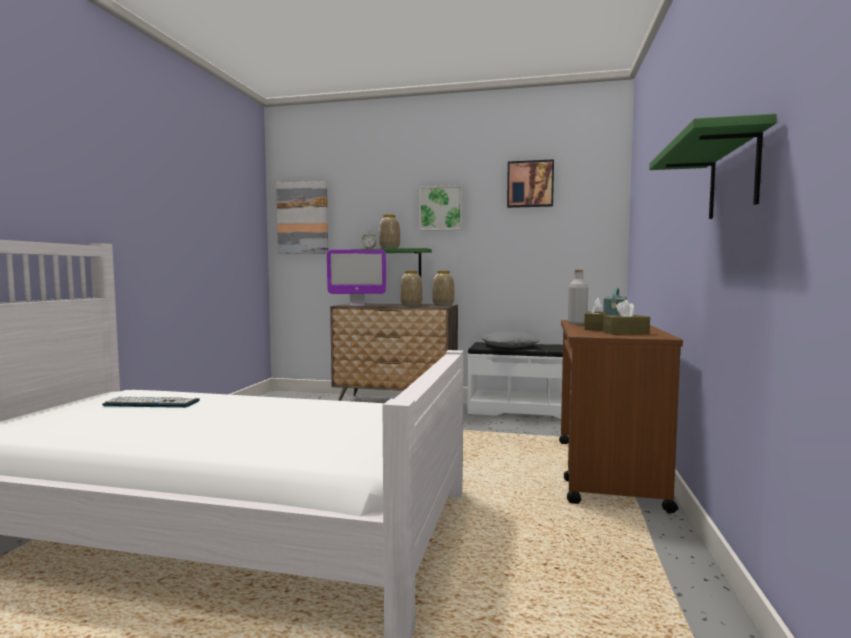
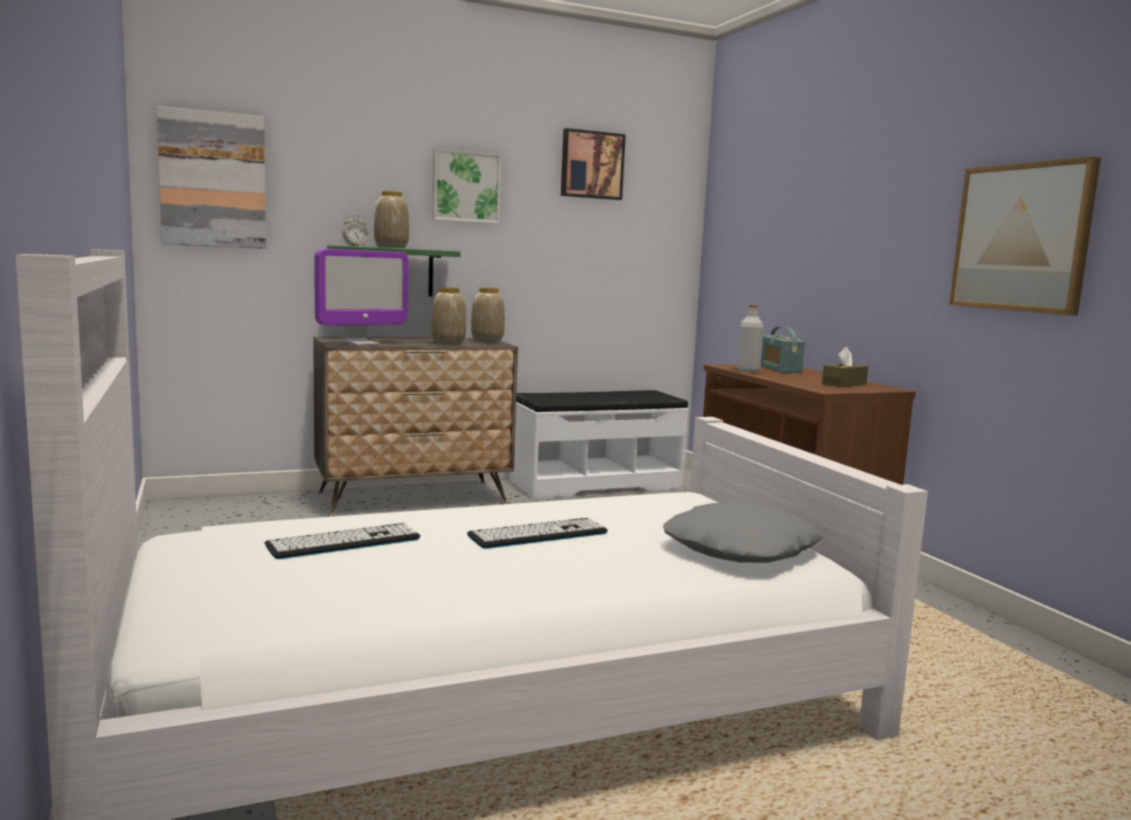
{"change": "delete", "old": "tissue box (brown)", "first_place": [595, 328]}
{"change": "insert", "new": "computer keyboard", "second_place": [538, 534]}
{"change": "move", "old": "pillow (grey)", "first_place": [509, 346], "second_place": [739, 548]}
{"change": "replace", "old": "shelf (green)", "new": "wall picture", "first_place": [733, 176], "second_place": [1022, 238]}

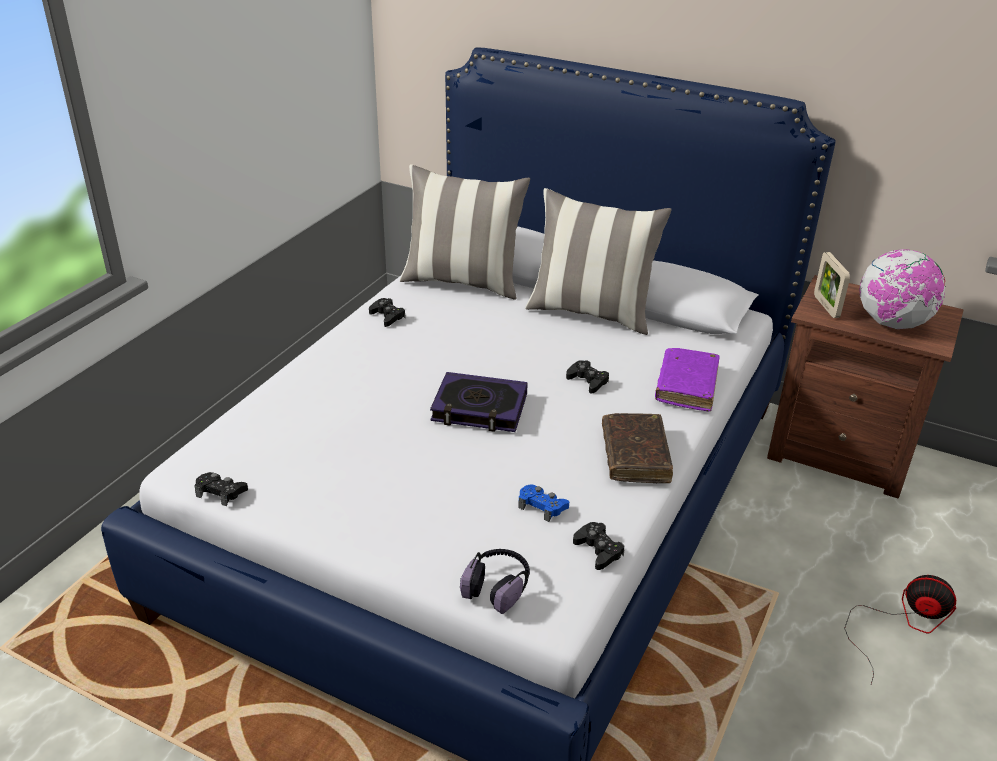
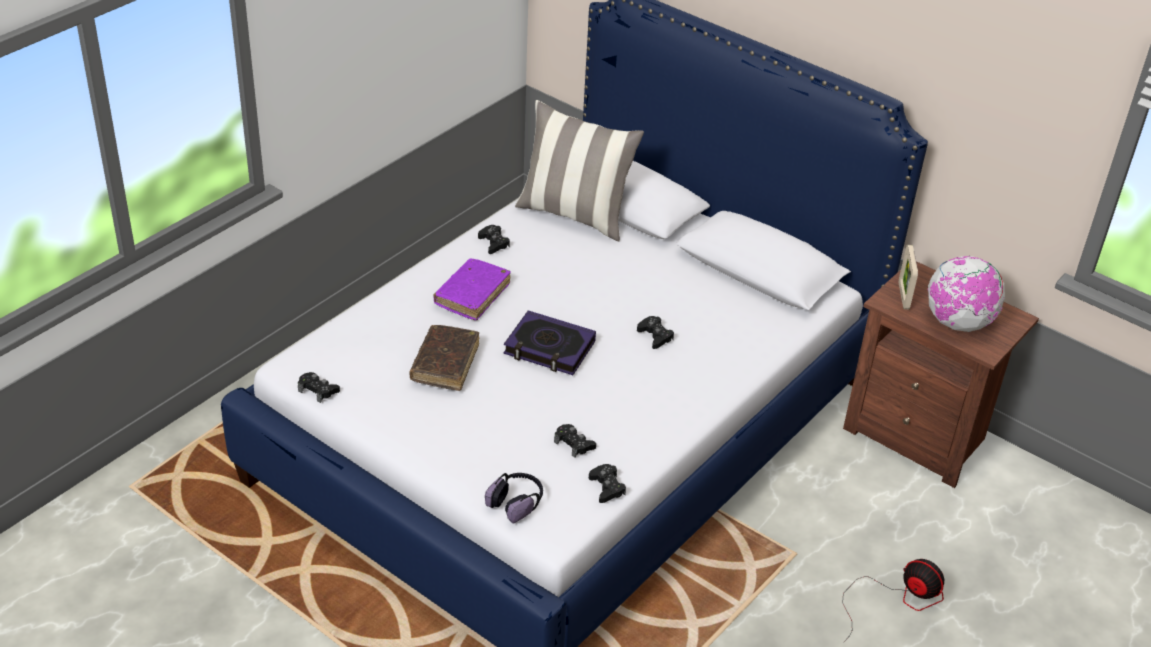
{"change": "delete", "old": "pillow", "first_place": [591, 313]}
{"change": "move", "old": "book (brown)", "first_place": [635, 456], "second_place": [445, 364]}
{"change": "move", "old": "book (purple)", "first_place": [686, 386], "second_place": [472, 295]}
{"change": "recolor", "old": "gamepad (blue-coloured)", "new": "gamepad (blackish)", "first_place": [542, 506], "second_place": [574, 444]}

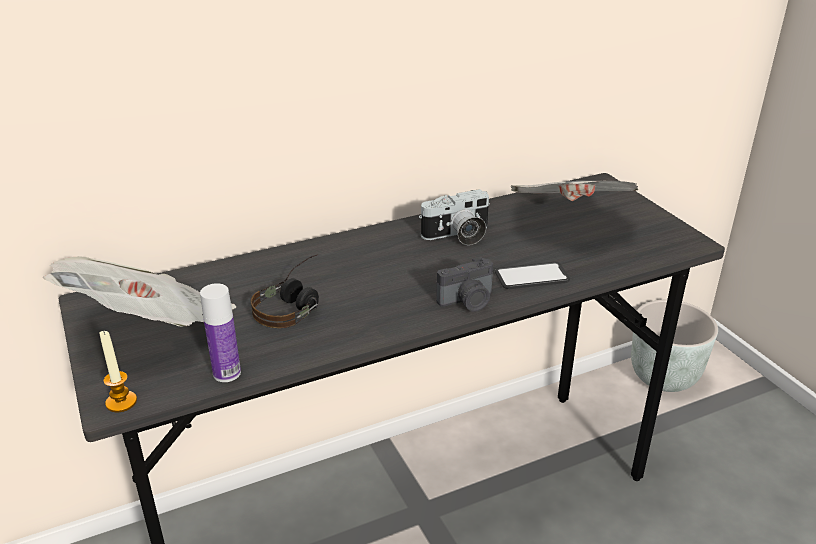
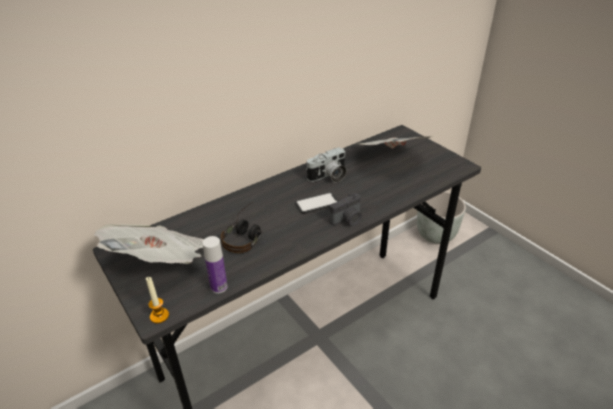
{"change": "move", "old": "telephone", "first_place": [531, 277], "second_place": [317, 203]}

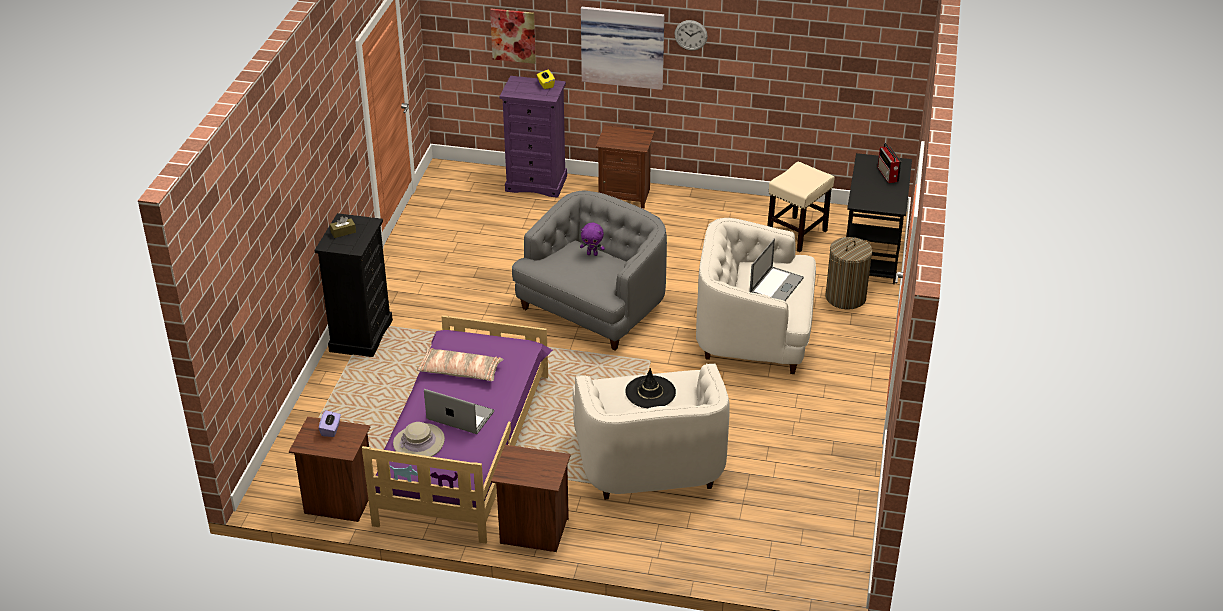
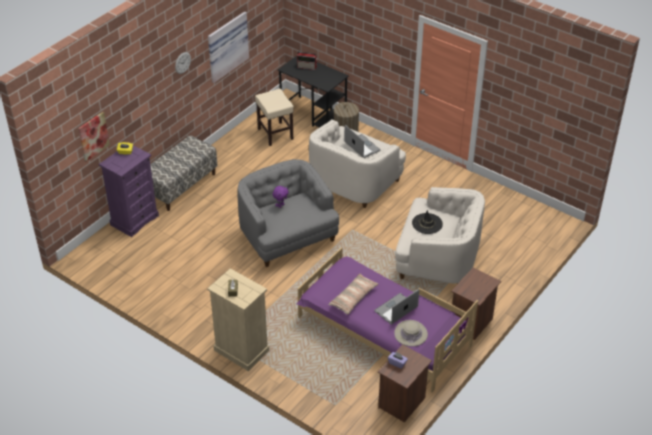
{"change": "move", "old": "wall picture", "first_place": [623, 46], "second_place": [226, 46]}
{"change": "replace", "old": "night table (brown)", "new": "long seat", "first_place": [625, 195], "second_place": [181, 186]}
{"change": "recolor", "old": "dresser (blackish)", "new": "dresser (beige-coloured)", "first_place": [361, 335], "second_place": [241, 350]}

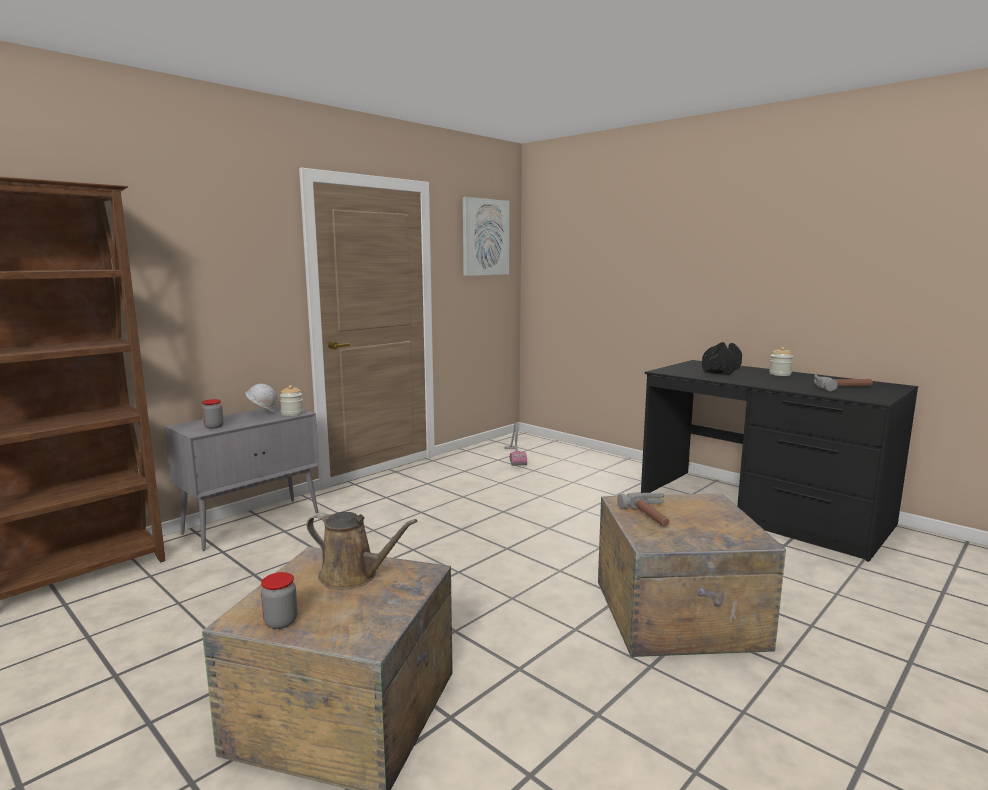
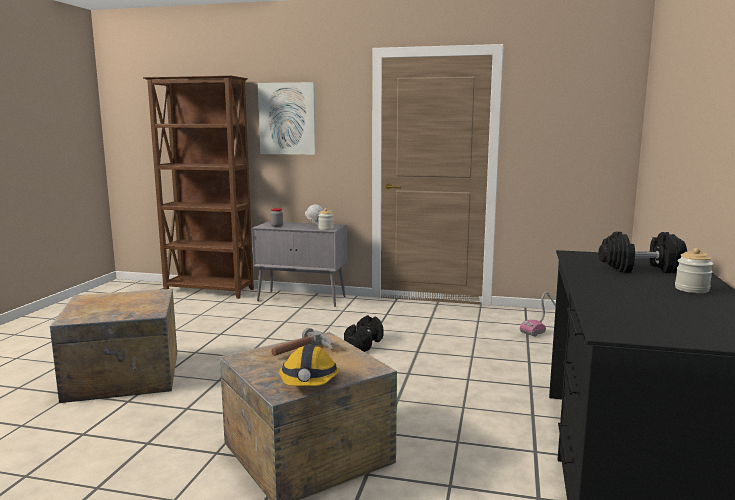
{"change": "delete", "old": "storage jar", "first_place": [281, 622]}
{"change": "delete", "old": "sprinkling can (brown)", "first_place": [353, 576]}
{"change": "delete", "old": "hammer", "first_place": [840, 387]}
{"change": "insert", "new": "work helmet", "second_place": [309, 381]}
{"change": "insert", "new": "hand weight (blackish)", "second_place": [364, 344]}
{"change": "move", "old": "wall picture", "first_place": [485, 237], "second_place": [287, 119]}

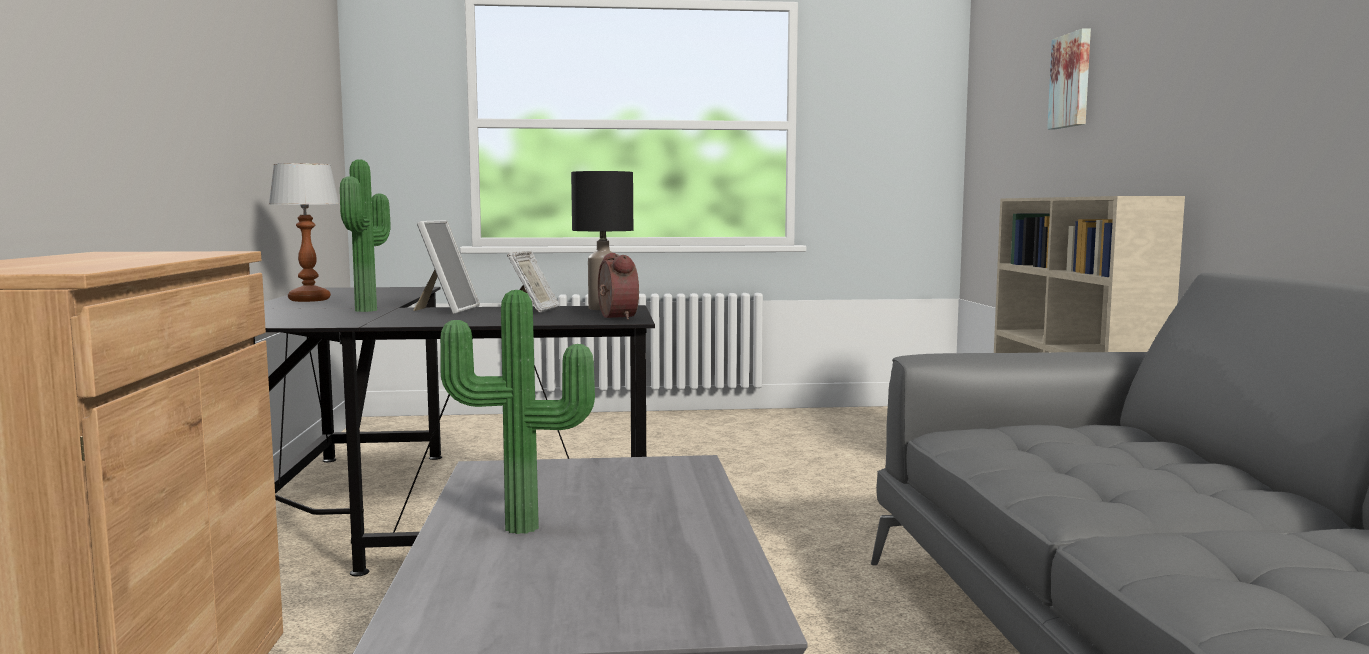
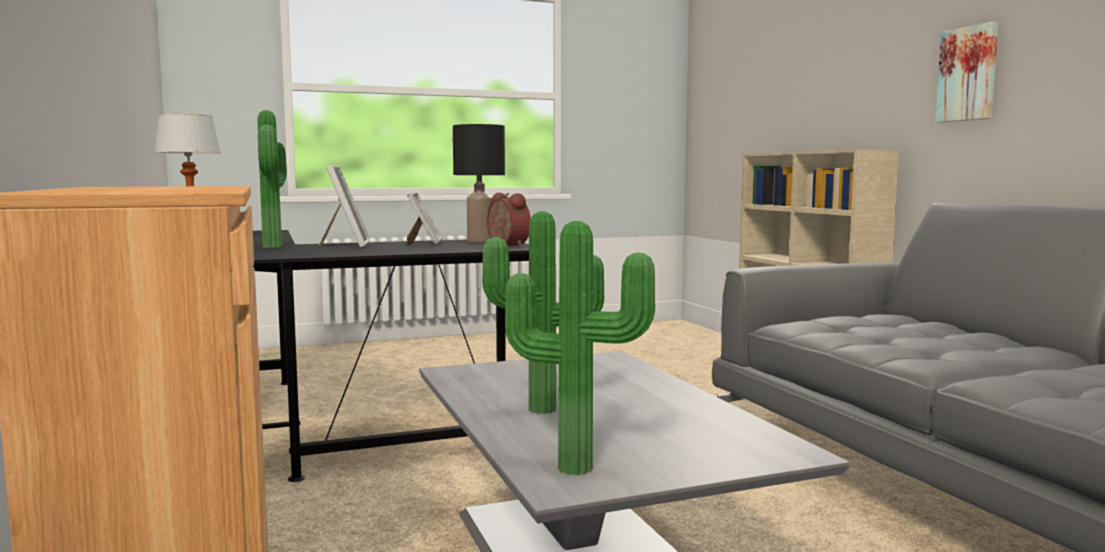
{"change": "insert", "new": "plant in a pot", "second_place": [576, 466]}
{"change": "move", "old": "wall picture", "first_place": [1072, 80], "second_place": [969, 74]}

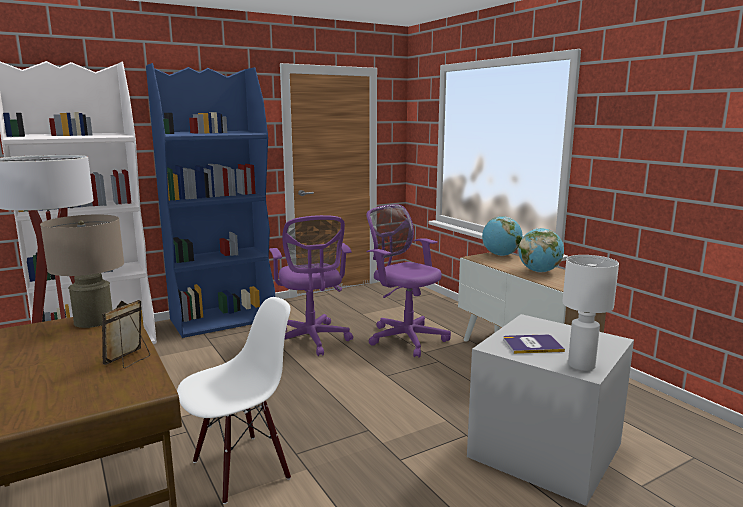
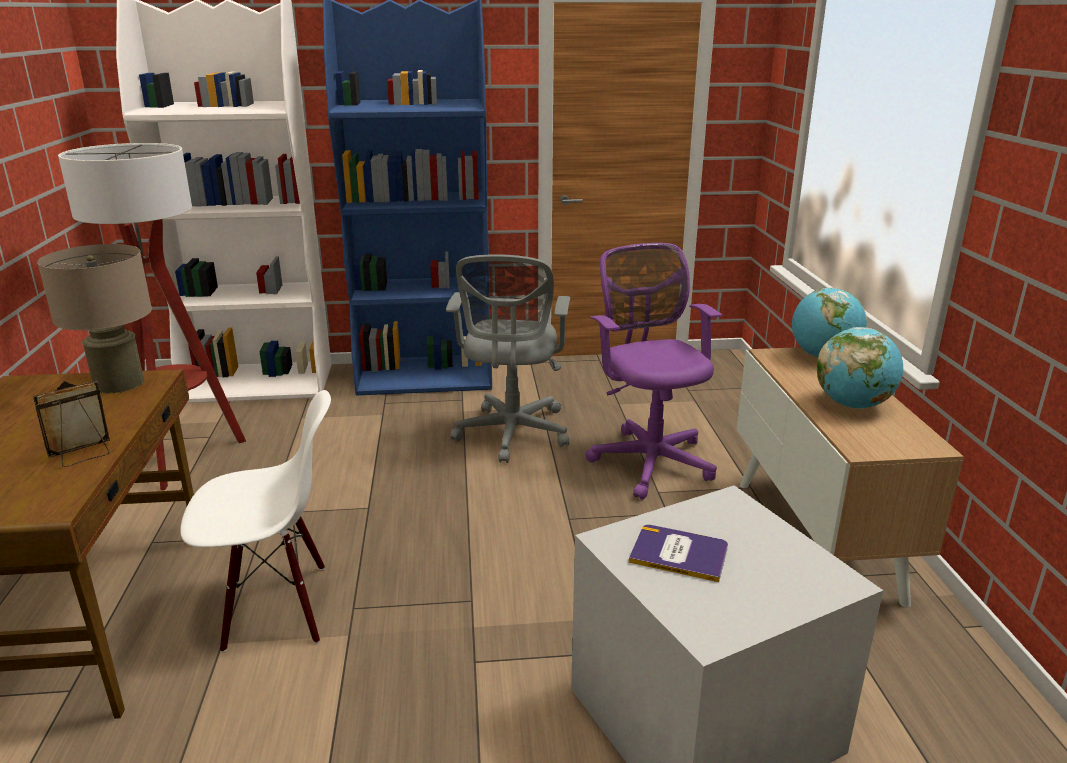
{"change": "delete", "old": "table lamp (white-coloured)", "first_place": [580, 365]}
{"change": "recolor", "old": "office chair (purple)", "new": "office chair (grey)", "first_place": [312, 341], "second_place": [512, 435]}

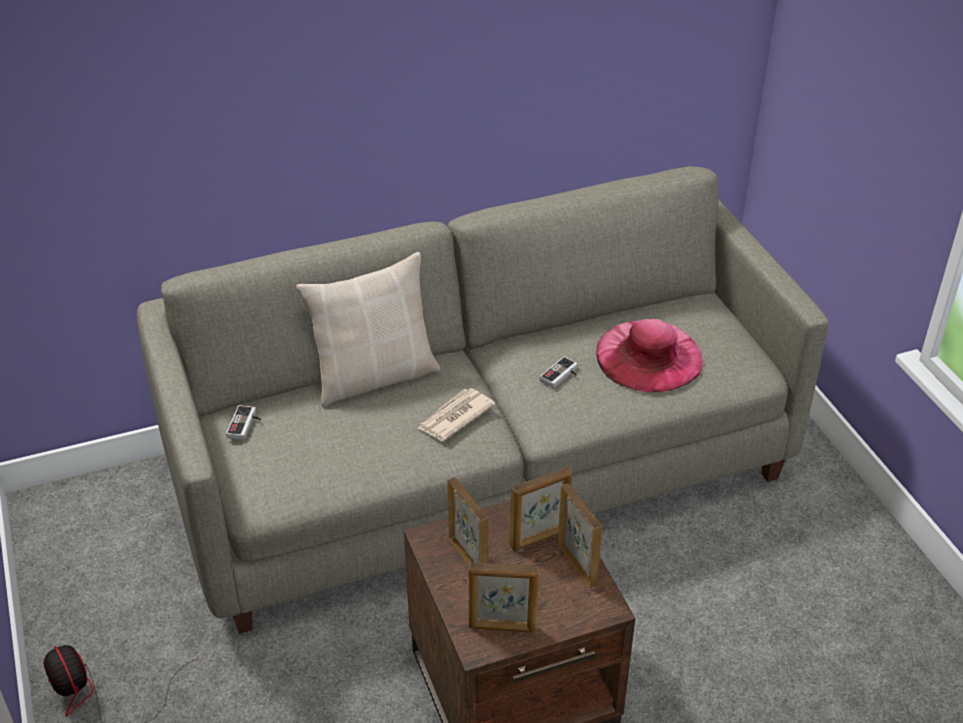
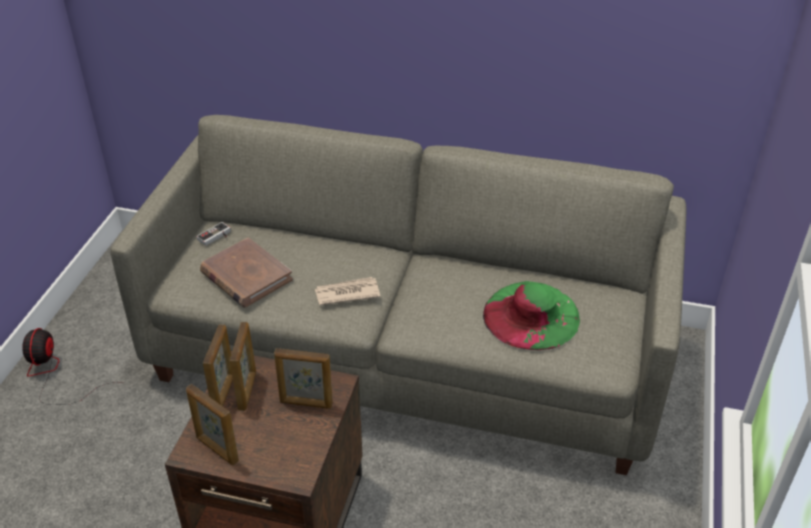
{"change": "delete", "old": "pillow (beige-coloured)", "first_place": [374, 376]}
{"change": "delete", "old": "gamepad", "first_place": [562, 376]}
{"change": "insert", "new": "book (brown)", "second_place": [246, 276]}
{"change": "move", "old": "photo frame", "first_place": [577, 564], "second_place": [224, 393]}
{"change": "recolor", "old": "clothing hat (pinkish)", "new": "clothing hat (green)", "first_place": [649, 356], "second_place": [531, 315]}

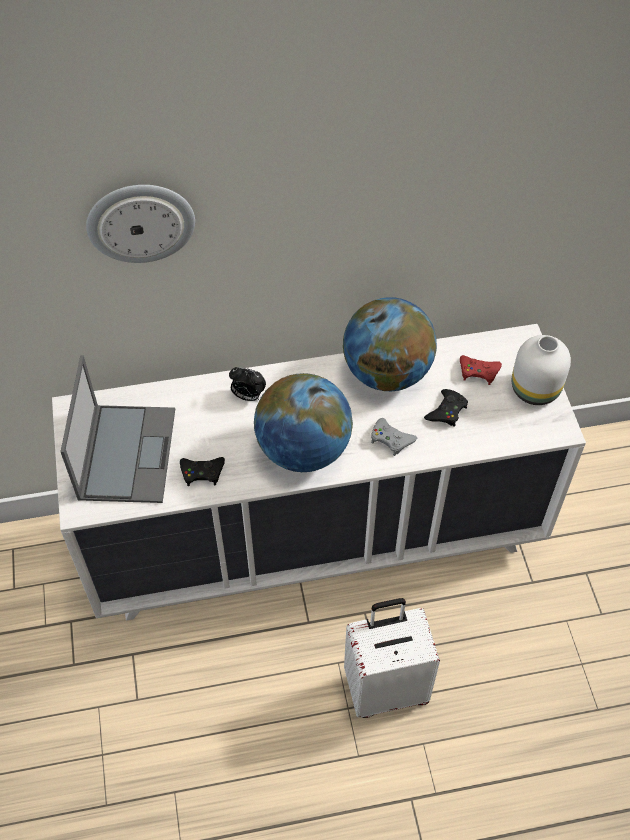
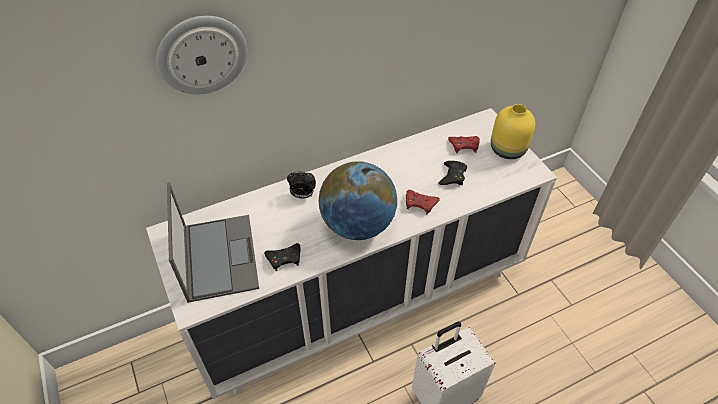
{"change": "delete", "old": "world globe", "first_place": [387, 372]}
{"change": "recolor", "old": "gamepad (grey)", "new": "gamepad (reddish)", "first_place": [391, 439], "second_place": [420, 203]}
{"change": "recolor", "old": "flower vase (white-coloured)", "new": "flower vase (yellow)", "first_place": [535, 388], "second_place": [507, 149]}

